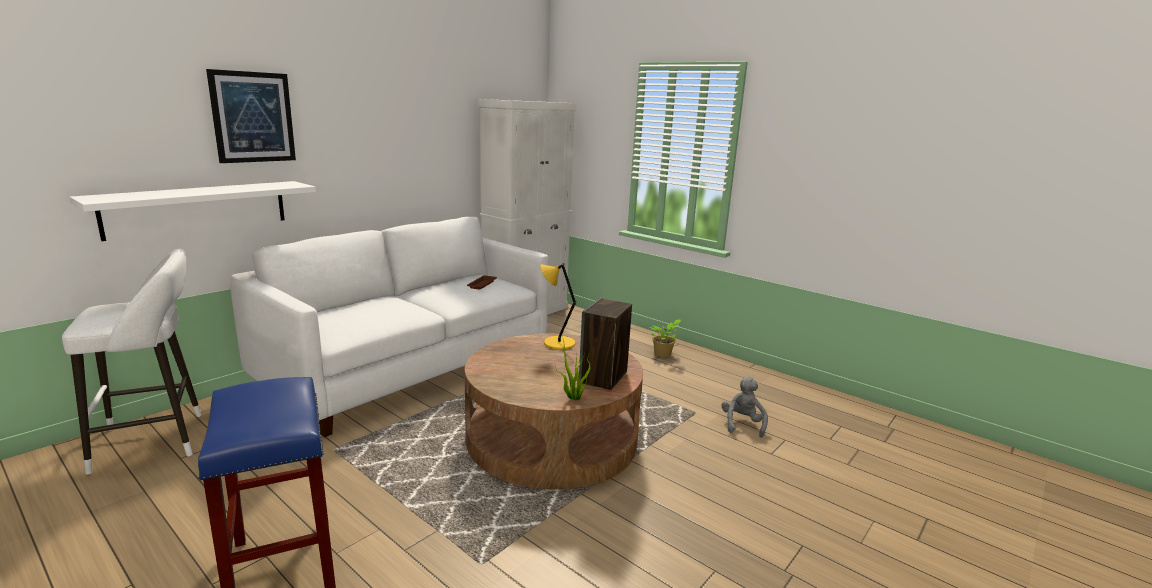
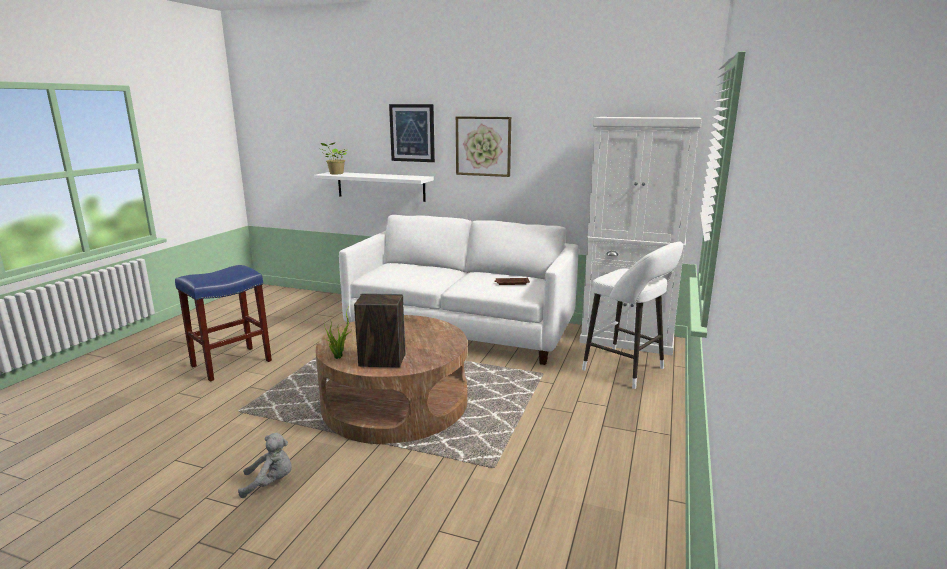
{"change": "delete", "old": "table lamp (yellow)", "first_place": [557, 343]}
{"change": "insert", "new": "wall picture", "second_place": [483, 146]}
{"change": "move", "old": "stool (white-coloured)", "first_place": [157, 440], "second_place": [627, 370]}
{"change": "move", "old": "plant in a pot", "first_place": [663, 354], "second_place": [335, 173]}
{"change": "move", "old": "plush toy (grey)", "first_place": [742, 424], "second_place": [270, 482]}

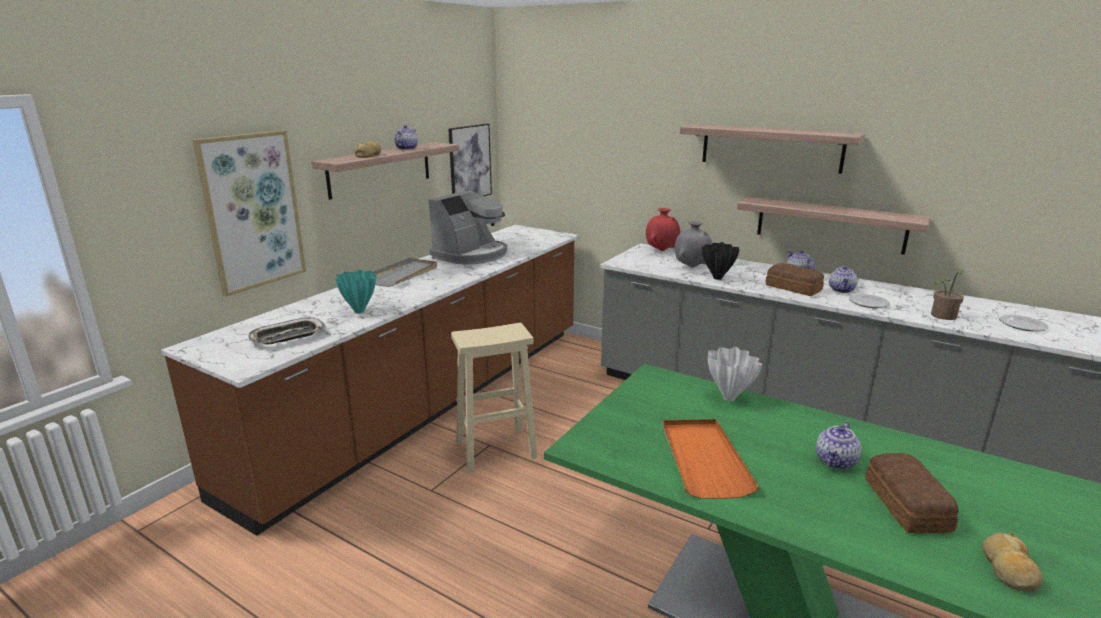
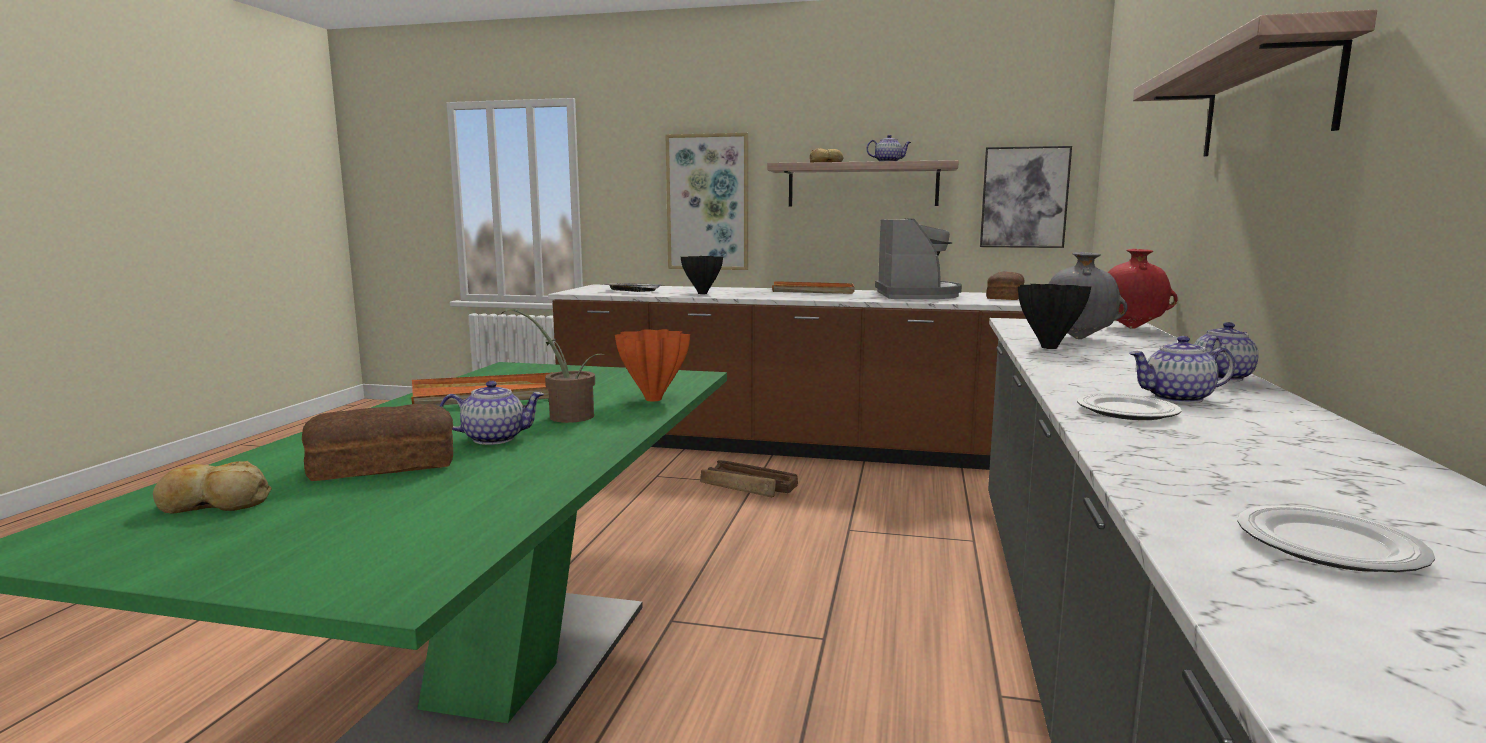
{"change": "delete", "old": "shelf", "first_place": [830, 224]}
{"change": "move", "old": "bakery bread", "first_place": [793, 288], "second_place": [1003, 297]}
{"change": "move", "old": "plant in a pot", "first_place": [942, 316], "second_place": [565, 416]}
{"change": "replace", "old": "stool (beige-coloured)", "new": "shipping crate", "first_place": [497, 449], "second_place": [748, 488]}
{"change": "recolor", "old": "flower vase (blue-green)", "new": "flower vase (blackish)", "first_place": [360, 311], "second_place": [703, 293]}
{"change": "recolor", "old": "tray (grey)", "new": "tray (orangey)", "first_place": [402, 275], "second_place": [813, 291]}
{"change": "recolor", "old": "flower vase (white-coloured)", "new": "flower vase (orangey)", "first_place": [728, 398], "second_place": [654, 399]}
{"change": "rotate", "old": "coffee machine", "first_place": [471, 255], "second_place": [917, 295], "degrees": -105}
{"change": "rotate", "old": "pot for tea", "first_place": [836, 461], "second_place": [495, 438], "degrees": 150}

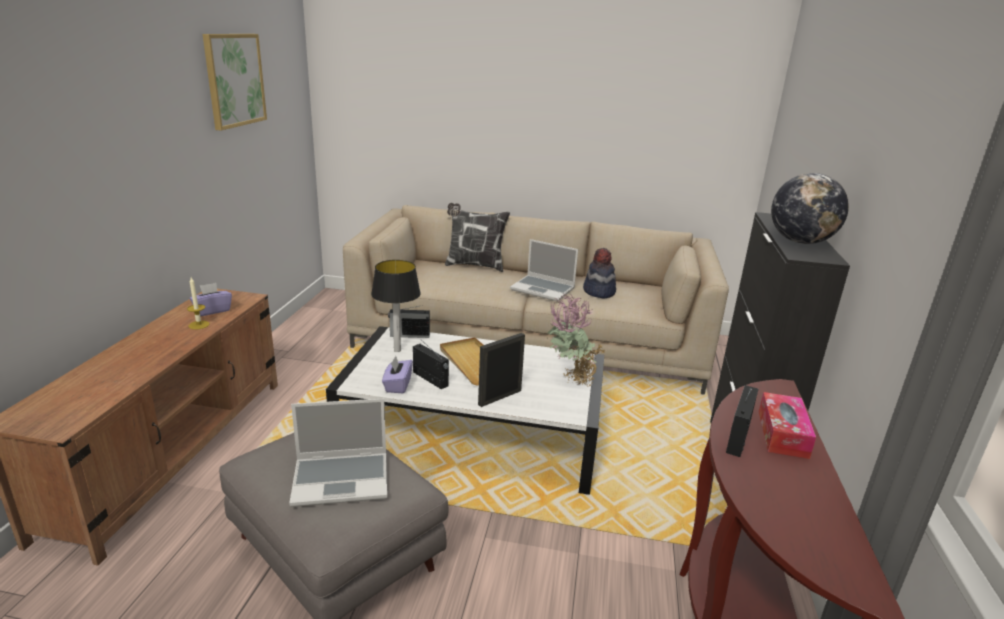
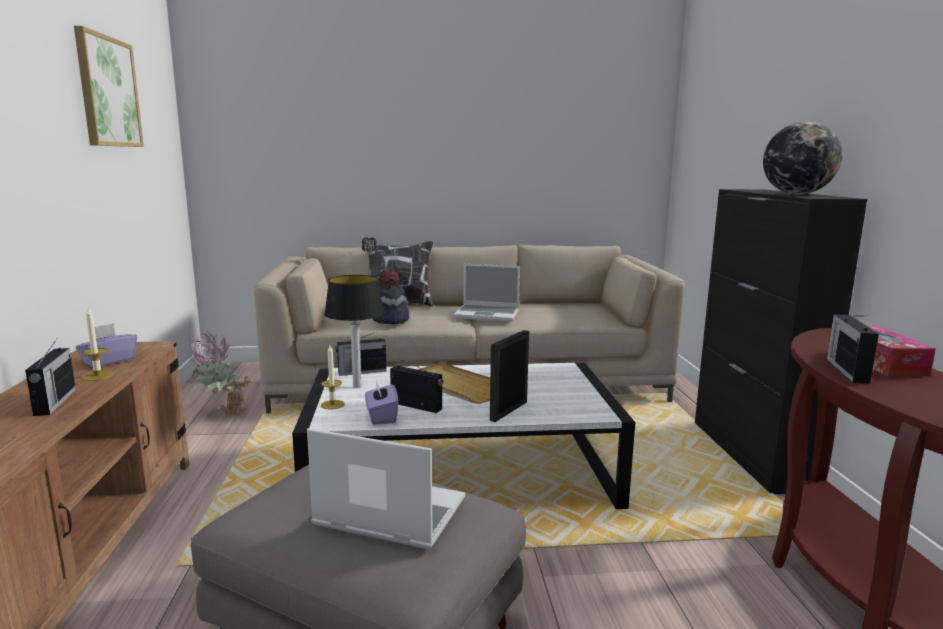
{"change": "insert", "new": "radio set", "second_place": [54, 402]}
{"change": "insert", "new": "candle", "second_place": [332, 404]}
{"change": "move", "old": "plant in a pot", "first_place": [570, 382], "second_place": [222, 415]}
{"change": "move", "old": "clothing hat", "first_place": [598, 292], "second_place": [390, 320]}
{"change": "rotate", "old": "laptop", "first_place": [342, 479], "second_place": [388, 514], "degrees": -135}

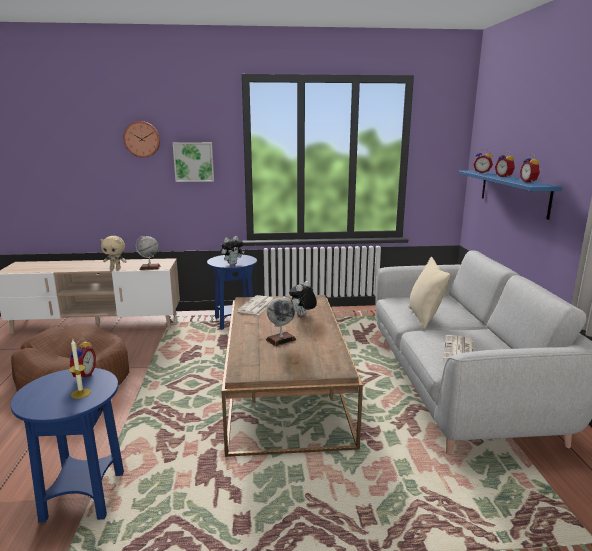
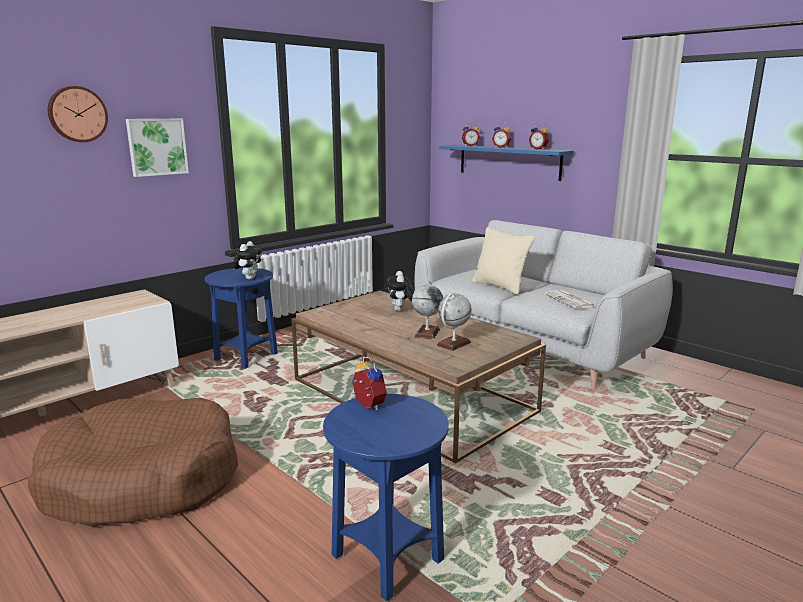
{"change": "delete", "old": "candle", "first_place": [81, 393]}
{"change": "delete", "old": "plush toy (beige-coloured)", "first_place": [116, 268]}
{"change": "delete", "old": "printed paper", "first_place": [257, 306]}
{"change": "move", "old": "world globe", "first_place": [150, 267], "second_place": [453, 344]}

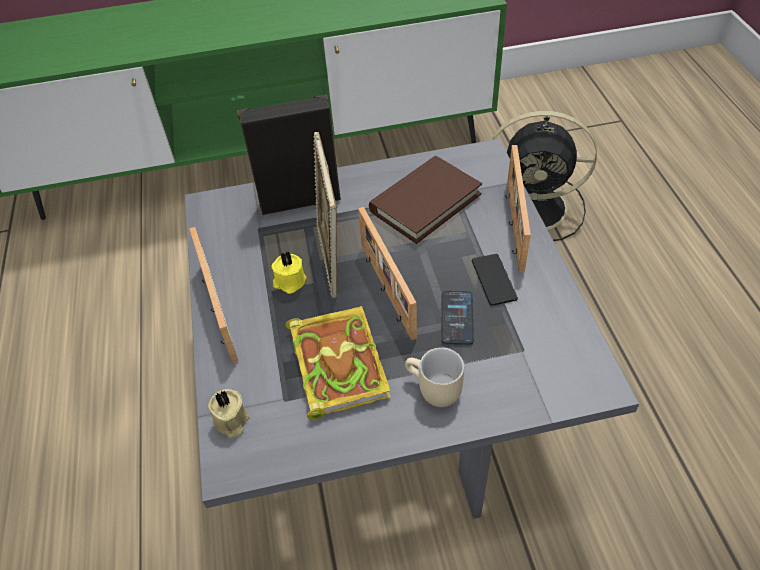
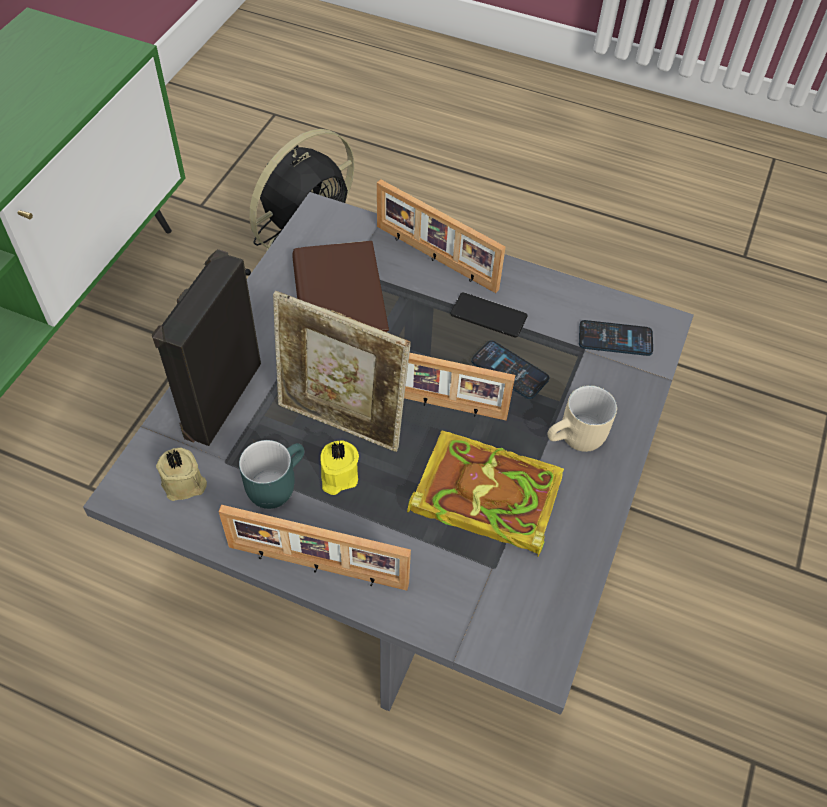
{"change": "insert", "new": "tea mug (blue-green)", "second_place": [274, 483]}
{"change": "insert", "new": "telephone", "second_place": [615, 339]}
{"change": "move", "old": "candle (beige-coloured)", "first_place": [231, 422], "second_place": [184, 485]}

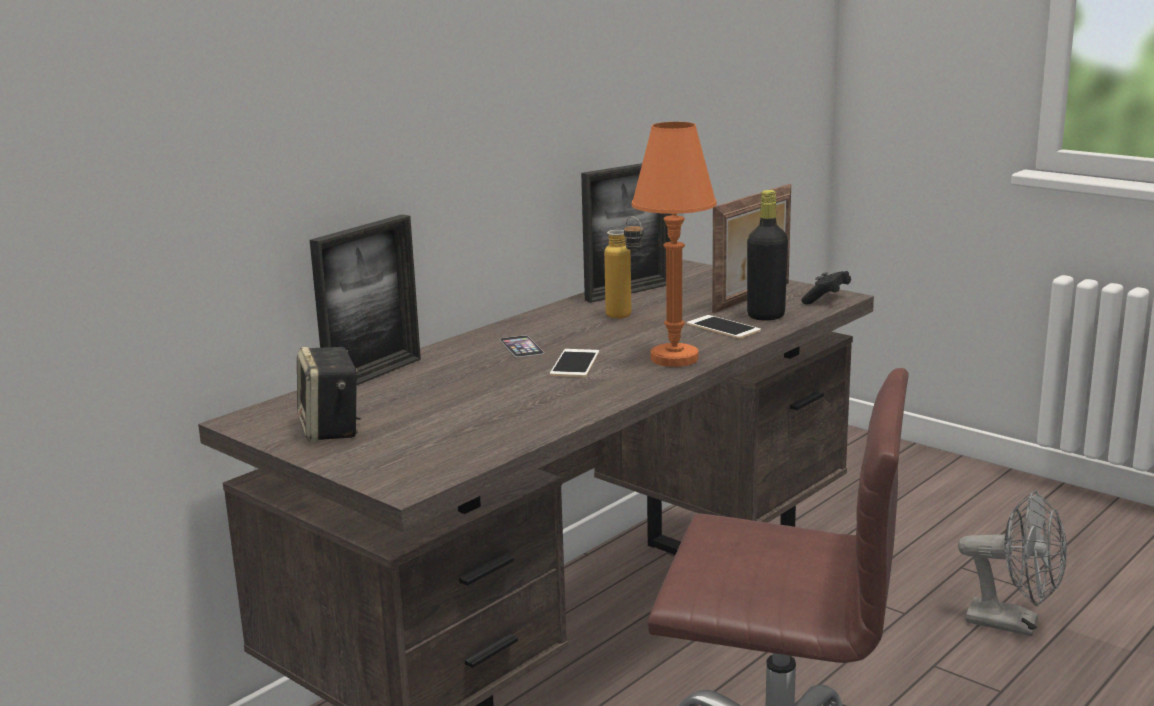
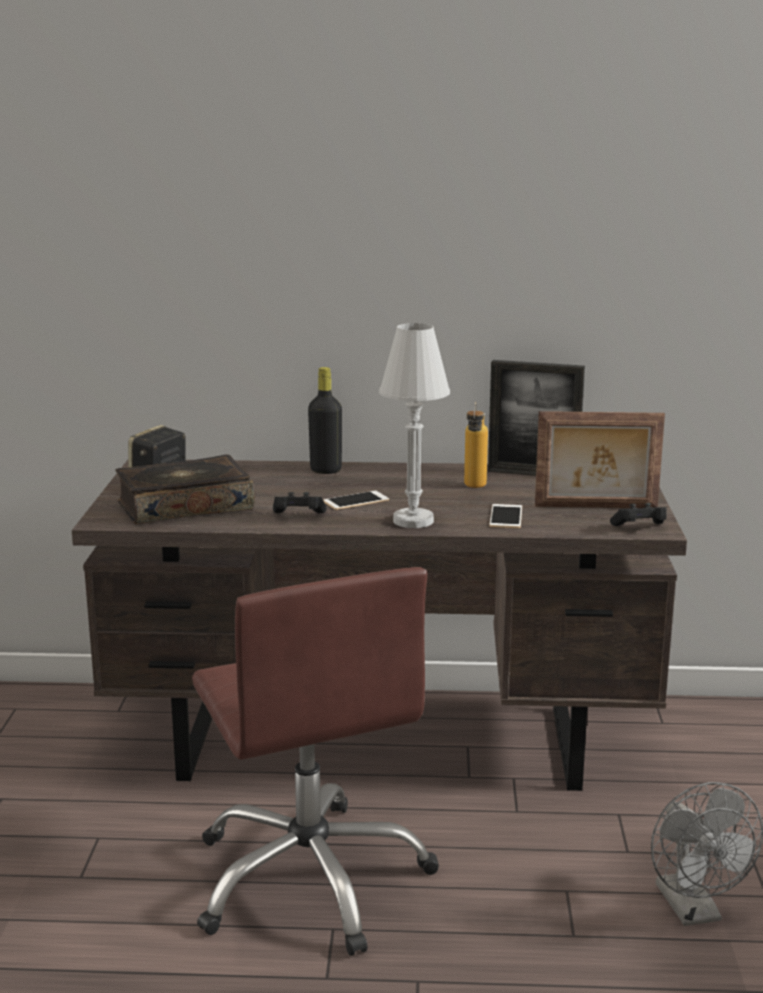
{"change": "delete", "old": "photo frame", "first_place": [374, 375]}
{"change": "delete", "old": "telephone", "first_place": [521, 346]}
{"change": "insert", "new": "book", "second_place": [184, 506]}
{"change": "insert", "new": "gamepad (blackish)", "second_place": [298, 516]}
{"change": "move", "old": "drink bottle (blackish)", "first_place": [766, 316], "second_place": [326, 470]}
{"change": "recolor", "old": "table lamp (orangey)", "new": "table lamp (white-coloured)", "first_place": [674, 358], "second_place": [413, 521]}

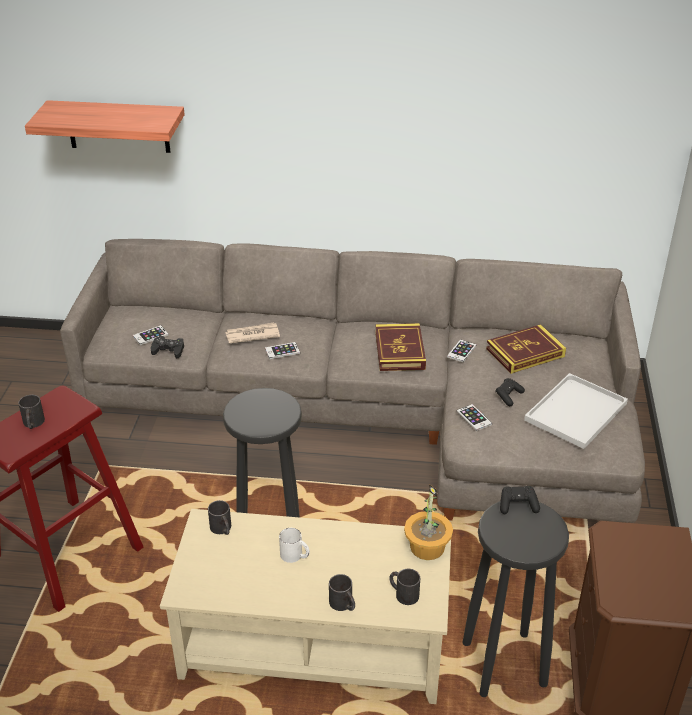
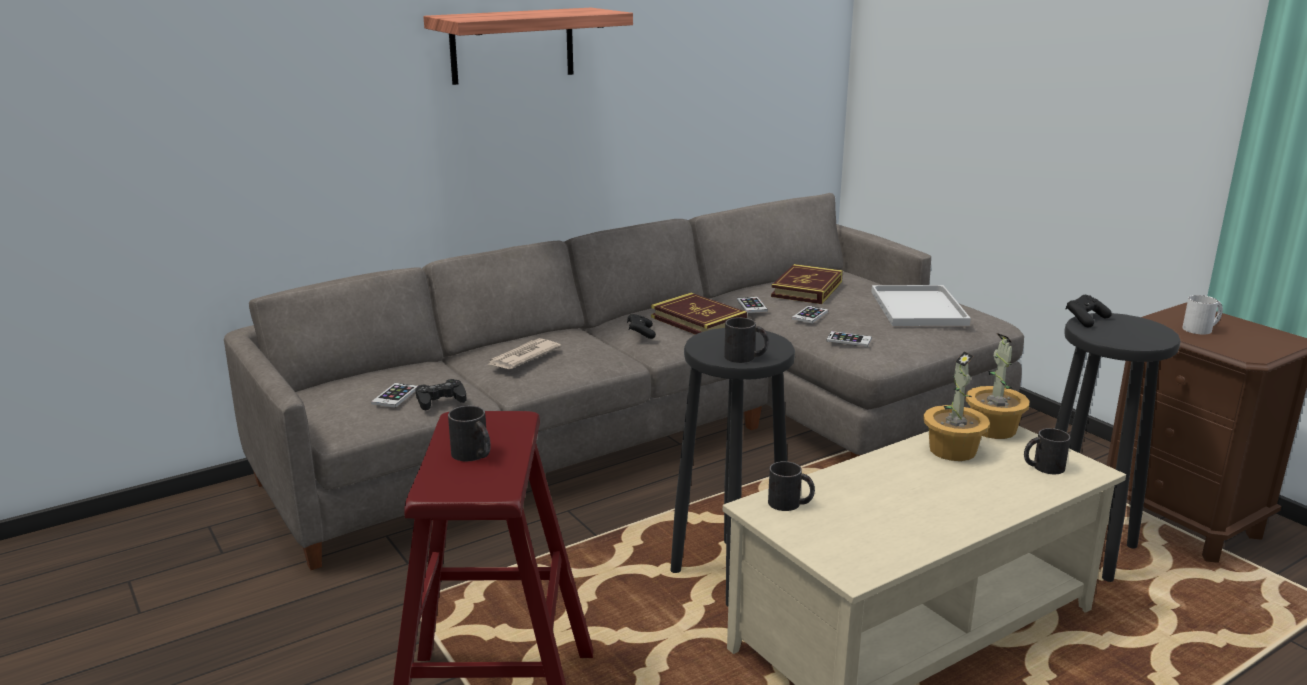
{"change": "insert", "new": "plant in a pot", "second_place": [953, 450]}
{"change": "move", "old": "shelf", "first_place": [118, 126], "second_place": [512, 45]}
{"change": "move", "old": "telephone", "first_place": [282, 351], "second_place": [810, 315]}
{"change": "move", "old": "tea mug (white-coloured)", "first_place": [295, 556], "second_place": [1202, 329]}
{"change": "move", "old": "tea mug (blackish)", "first_place": [343, 605], "second_place": [746, 357]}
{"change": "move", "old": "gamepad (blackish)", "first_place": [508, 396], "second_place": [640, 333]}

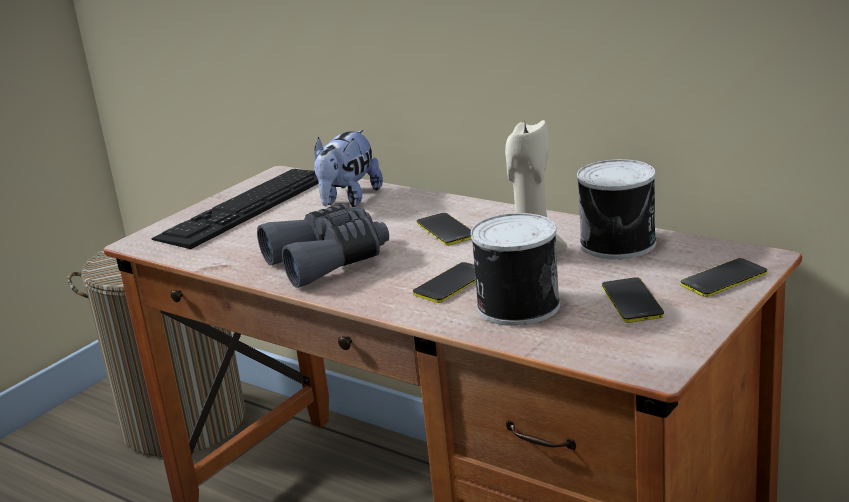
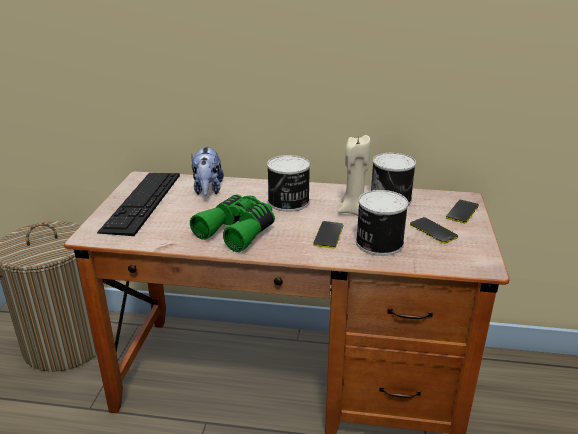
{"change": "replace", "old": "telephone", "new": "can", "first_place": [445, 230], "second_place": [288, 202]}
{"change": "recolor", "old": "field glasses (grey)", "new": "field glasses (green)", "first_place": [329, 260], "second_place": [238, 231]}

